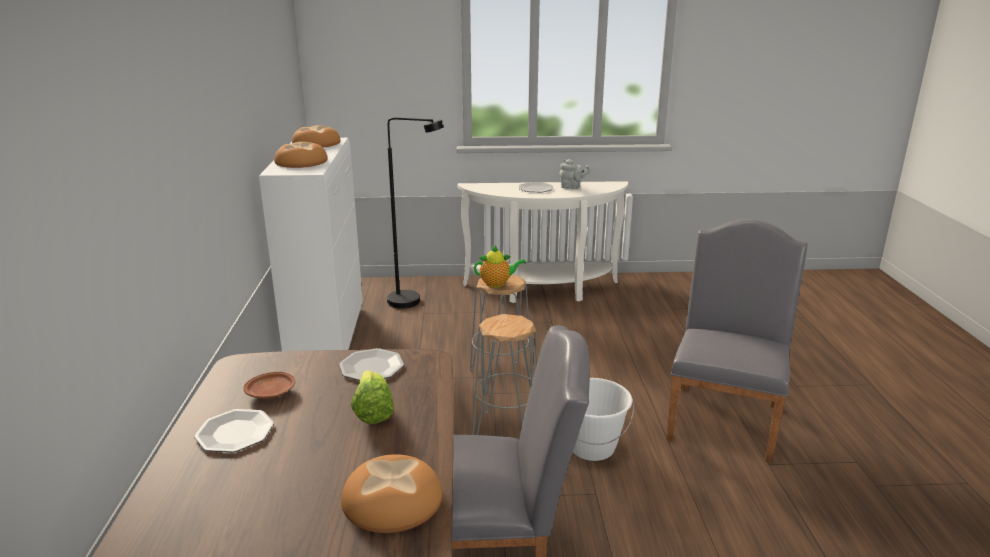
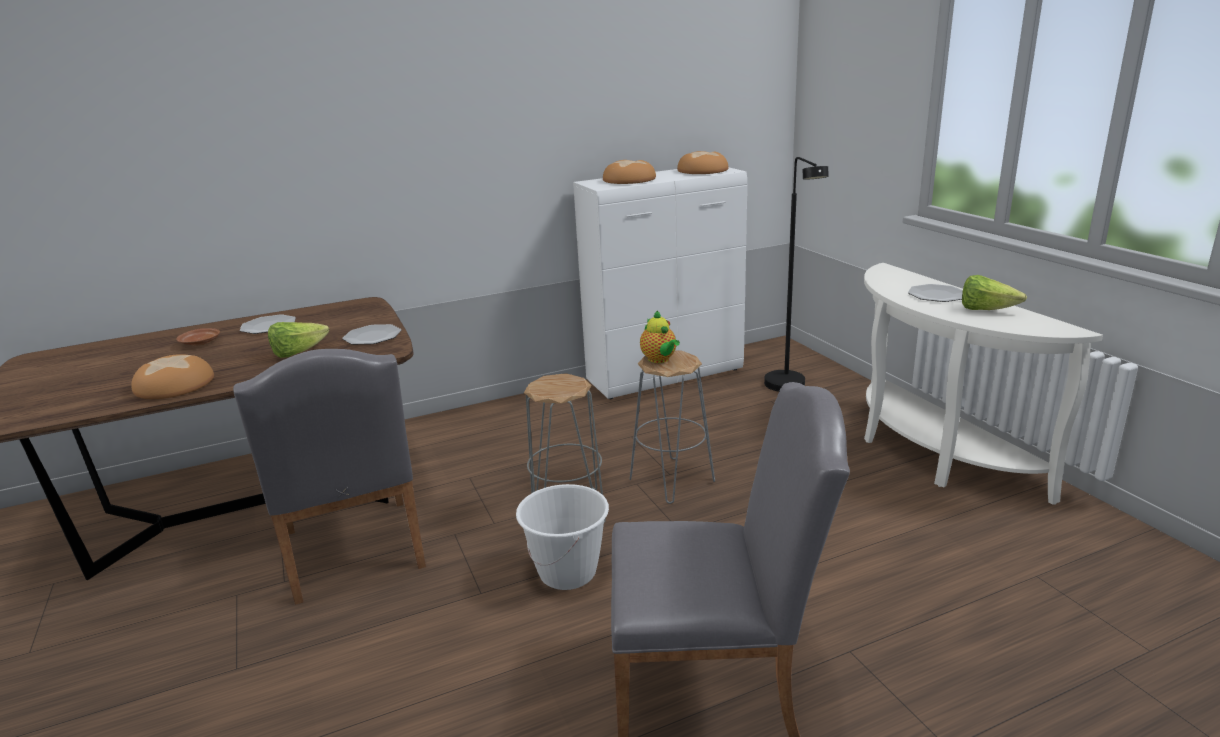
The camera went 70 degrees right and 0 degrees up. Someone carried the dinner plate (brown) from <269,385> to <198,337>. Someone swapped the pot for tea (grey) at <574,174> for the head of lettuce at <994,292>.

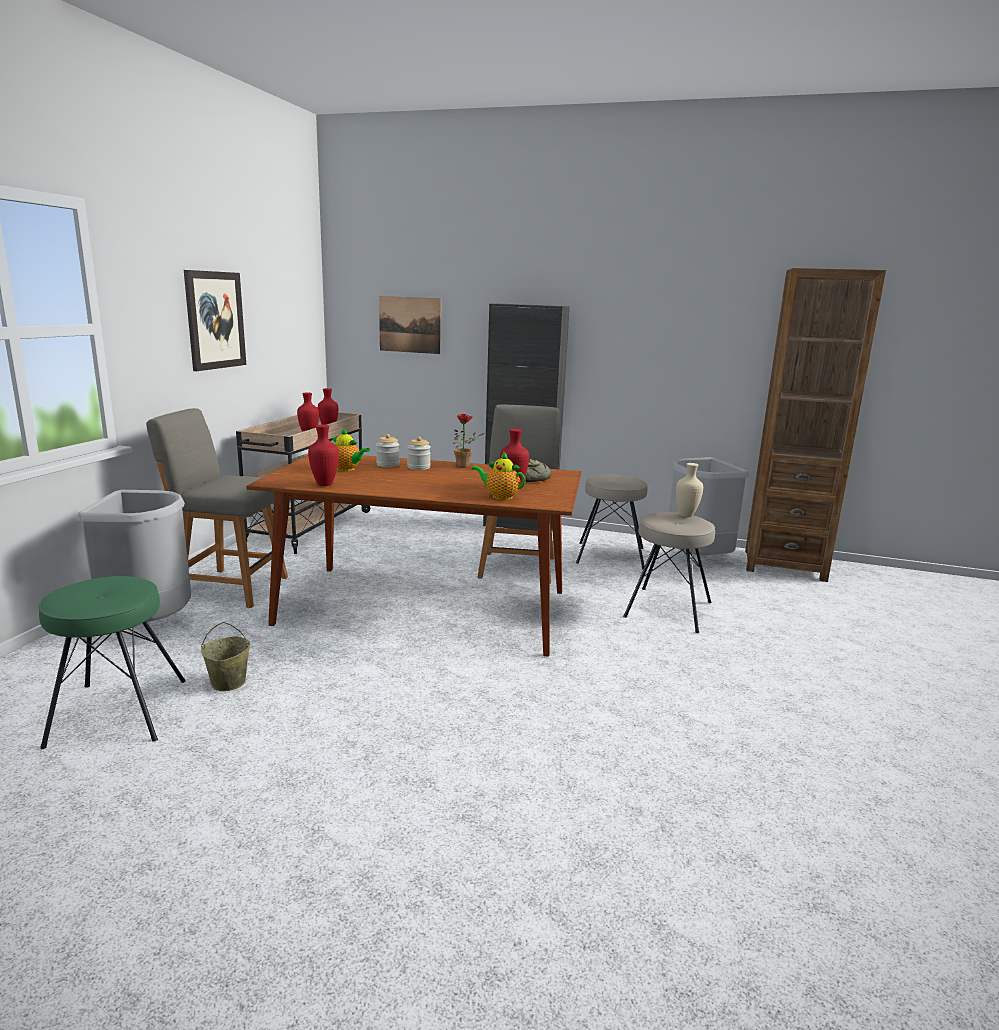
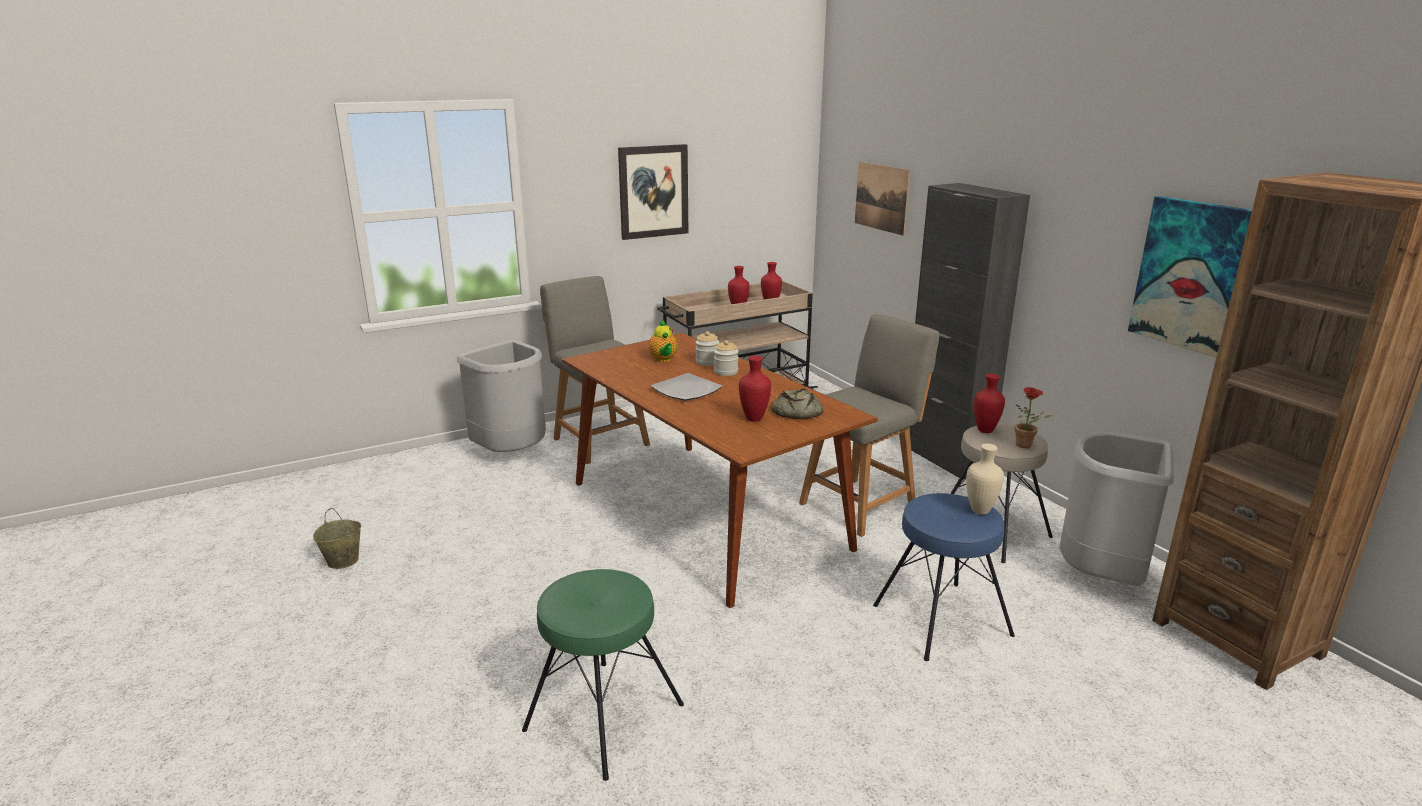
The camera went 45 degrees right and 5 degrees up. Someone took away the pot for tea at <498,475>. Someone put down the dinner plate at <687,387>. Someone put up the wall art at <1190,277>. Someone carried the sitting stool (green-coloured) from <112,662> to <603,675>. Someone carried the water bucket (beige-coloured) from <225,656> to <337,538>. Someone carried the decorative vase (reddish) from <323,455> to <989,403>. Someone carried the plant in a pot from <468,441> to <1033,417>. Someone repainted the sitting stool (beige-coloured) at <669,572>, which became the sitting stool (bluish) at <944,577>.

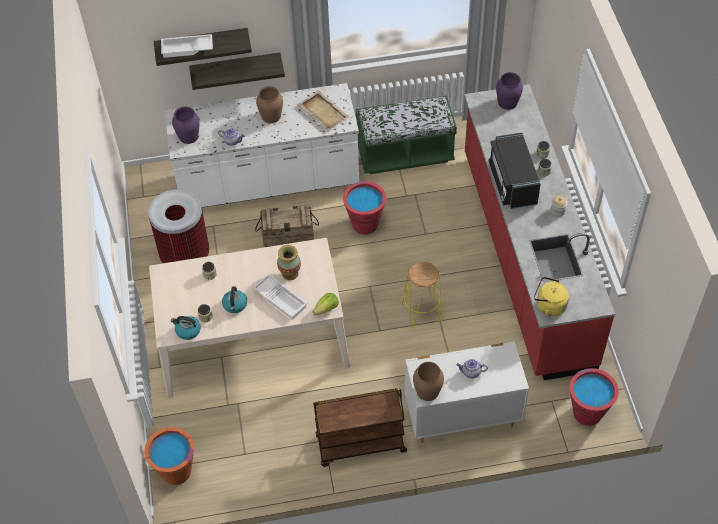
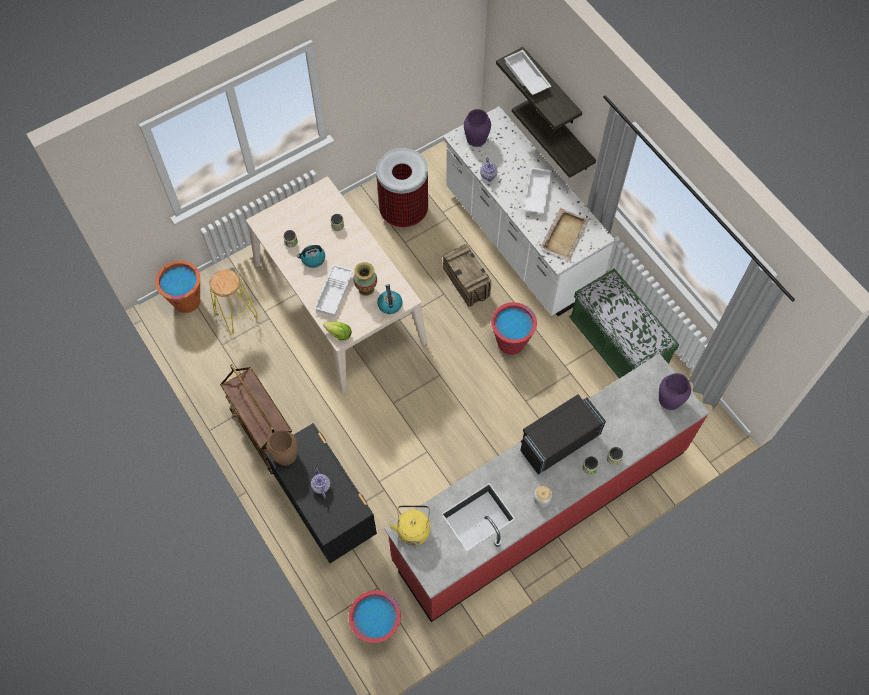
The camera went 65 degrees right and 10 degrees up. Someone carried the tea kettle from <186,328> to <389,299>. Someone carried the sitting stool (yellowish) from <422,296> to <233,302>. Someone swapped the decorative vase (brown) at <269,104> for the carrying tray (white-coloured) at <537,190>. Someone repainted the drawer chest (white-coloured) at <467,392>, which became the drawer chest (black-coloured) at <321,493>.

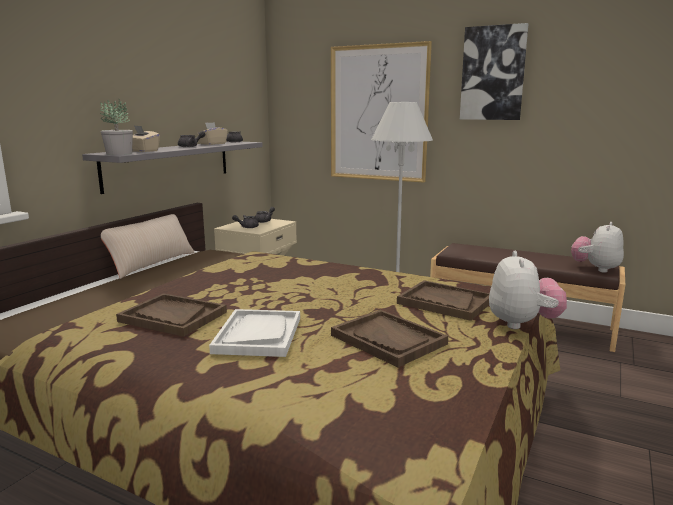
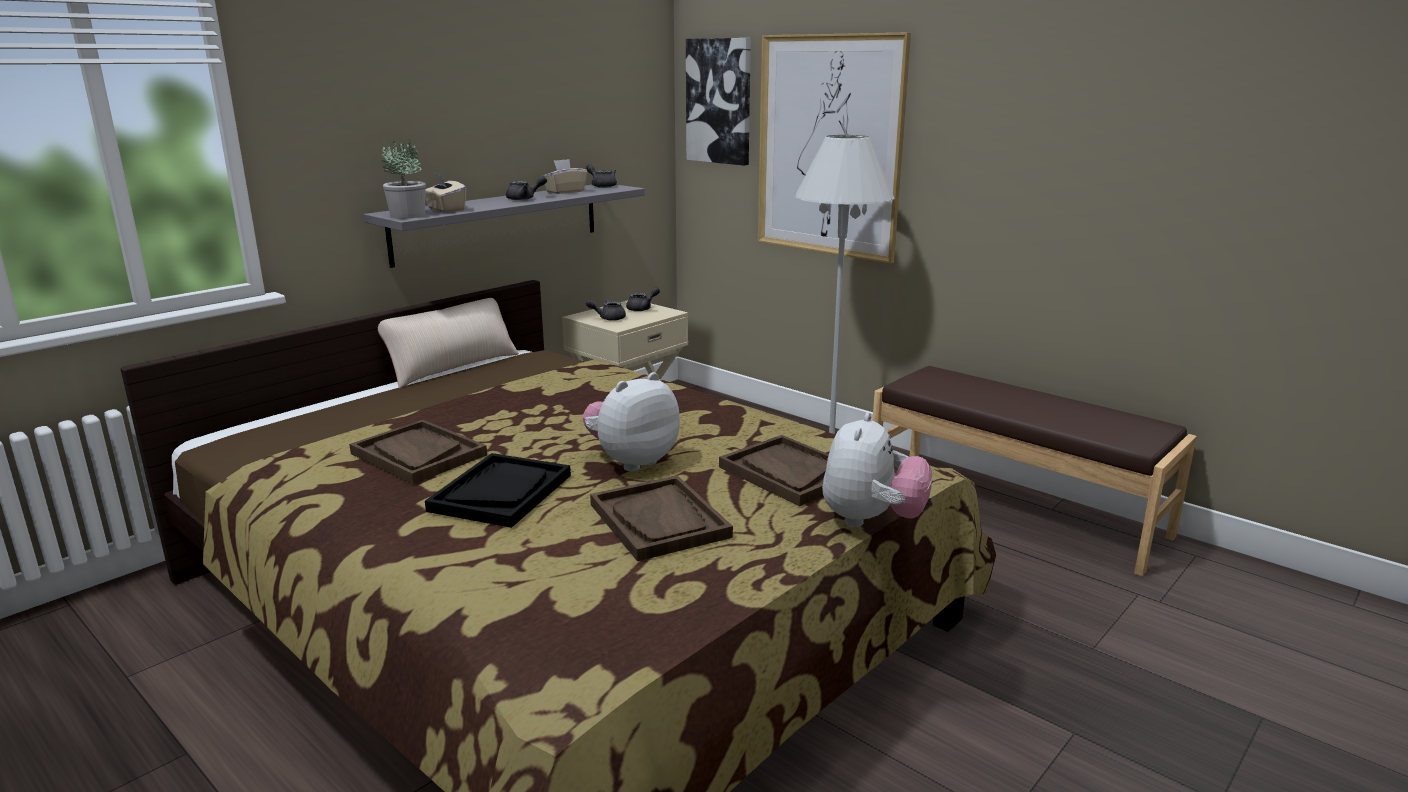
The camera went 15 degrees right and 5 degrees up. Someone carried the wall art from <494,71> to <718,101>. Someone carried the plush toy from <597,247> to <631,421>. Someone repainted the carrying tray (white-coloured) at <254,333>, which became the carrying tray (black-coloured) at <498,490>.

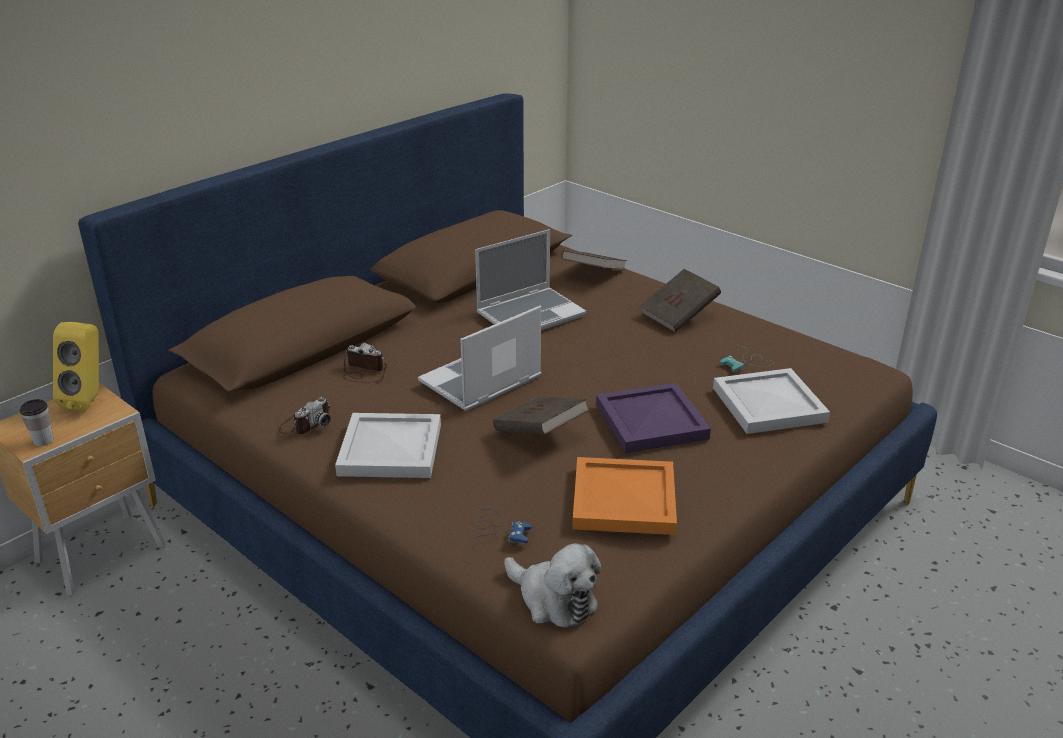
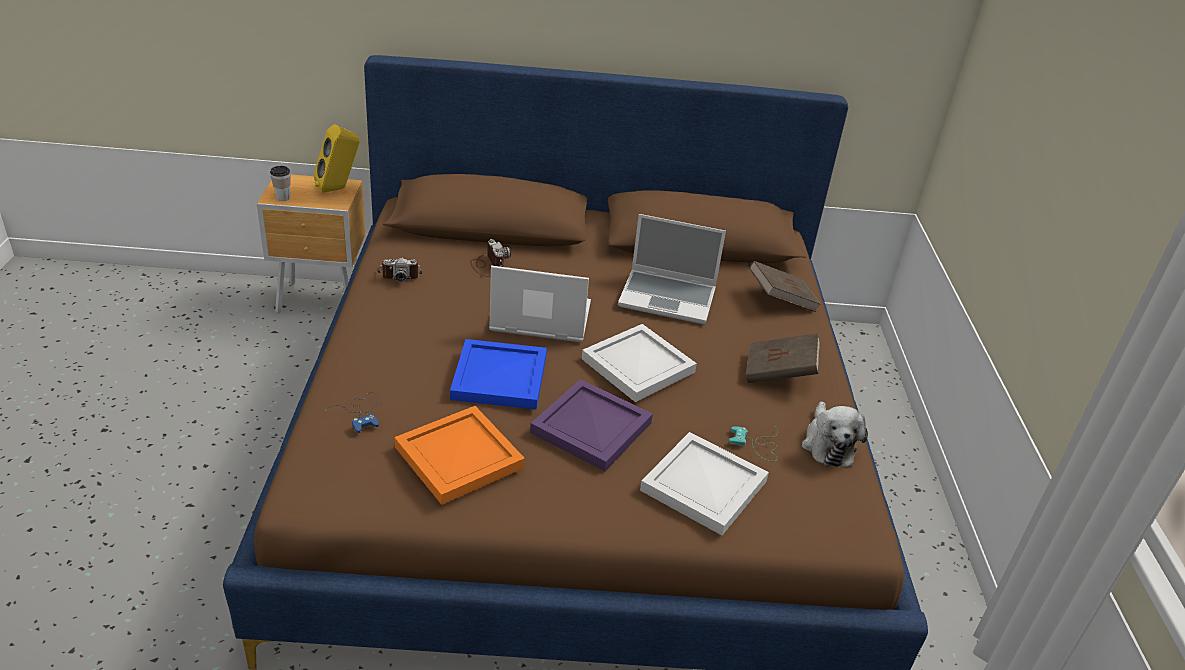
The camera went 45 degrees right and 5 degrees up. Someone carried the carrying tray (white-coloured) from <388,445> to <639,363>. Someone carried the plush toy from <553,585> to <834,434>. Someone swapped the bound book (brown) at <541,416> for the carrying tray (bluish) at <498,374>.

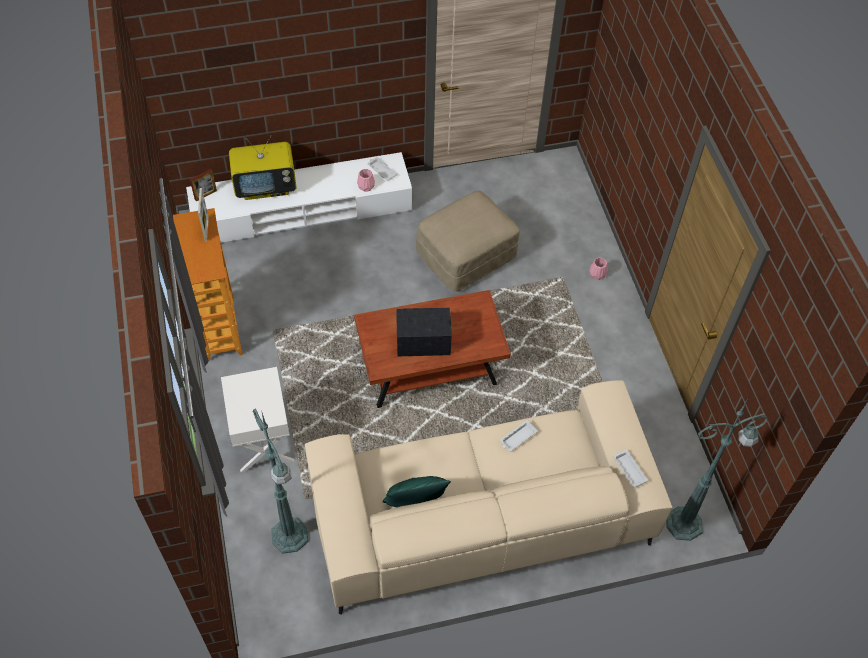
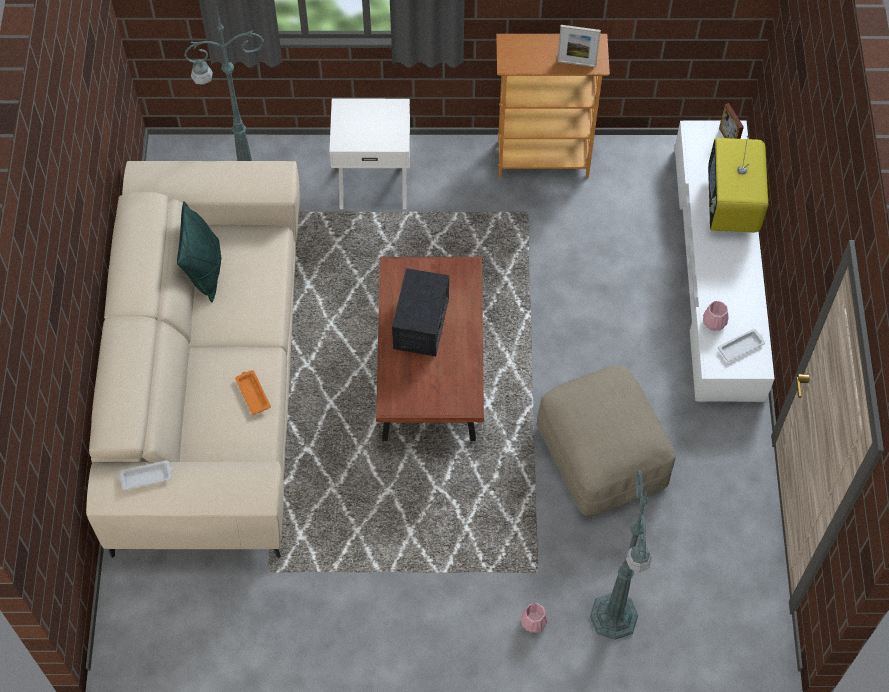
The camera went 105 degrees right and 5 degrees up. Someone carried the floor lamp (green-coloured) from <717,470> to <621,555>. Someone repainted the carrying tray (white-coloured) at <519,435>, which became the carrying tray (orangey) at <253,392>.

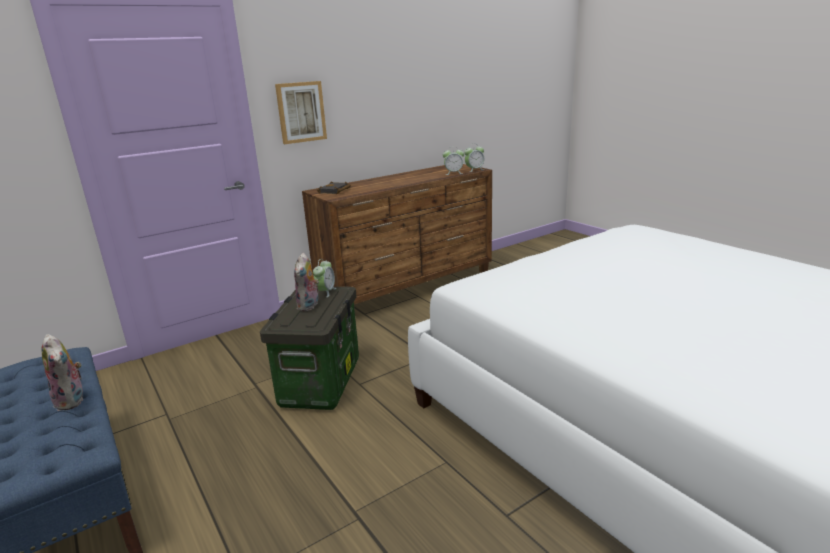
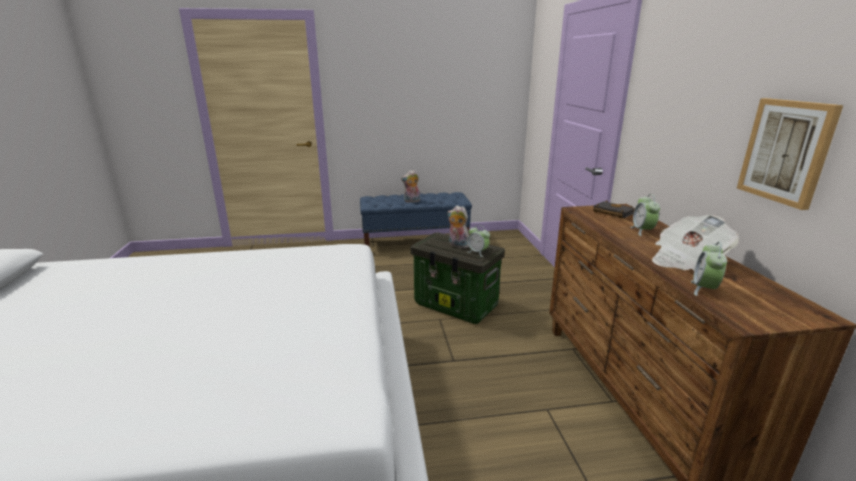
The camera went 115 degrees right and 0 degrees up. Someone put down the daily paper at <695,243>. Someone carried the wall art from <301,112> to <790,154>. Someone carried the alarm clock from <474,158> to <645,215>.

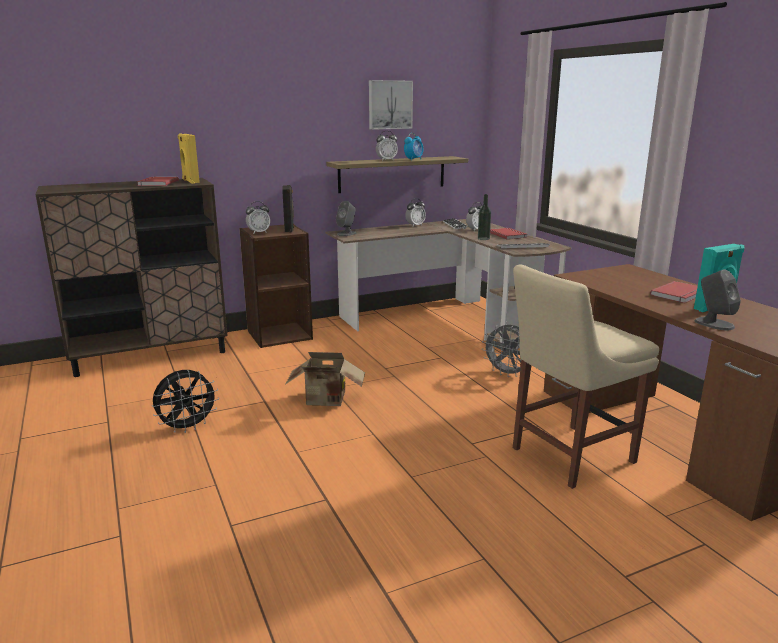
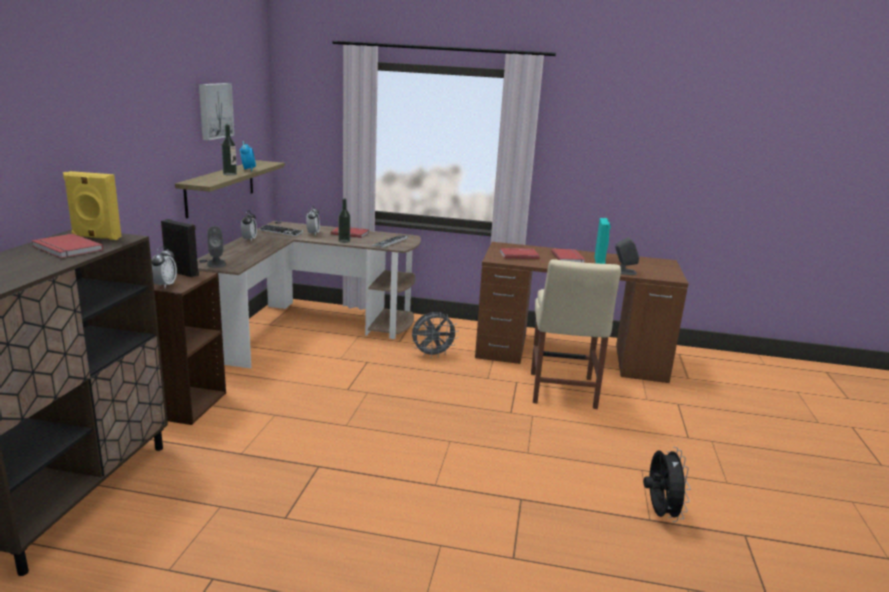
The camera went 55 degrees left and 0 degrees up. Someone took away the cardboard box at <325,379>. Someone put down the bound book (reddish) at <519,253>. Someone carried the fan (black-coloured) from <185,401> to <667,484>. Someone swapped the alarm clock at <387,146> for the beverage bottle at <229,150>.

